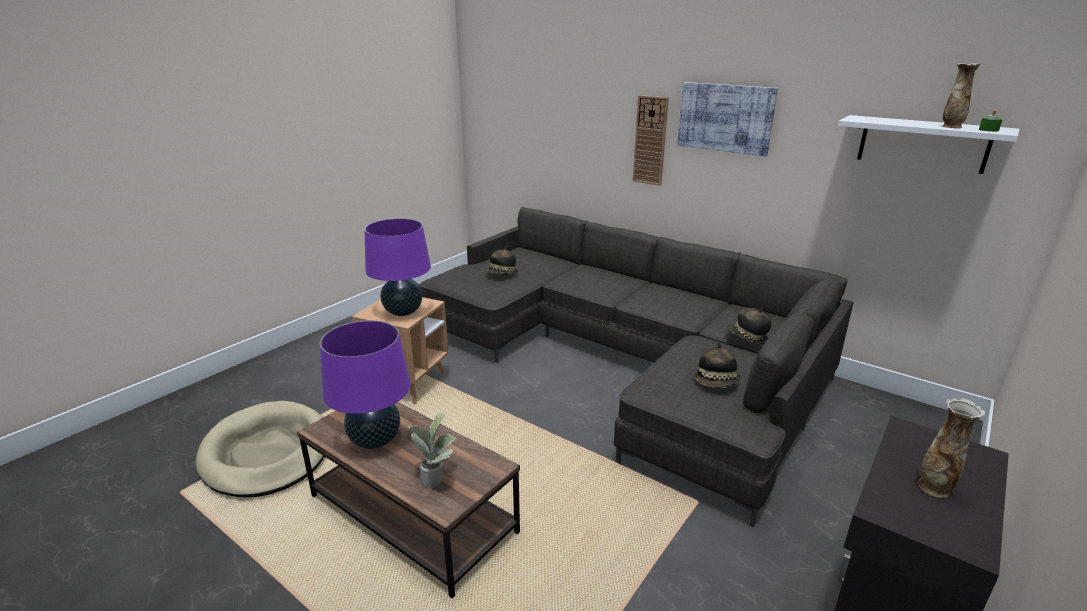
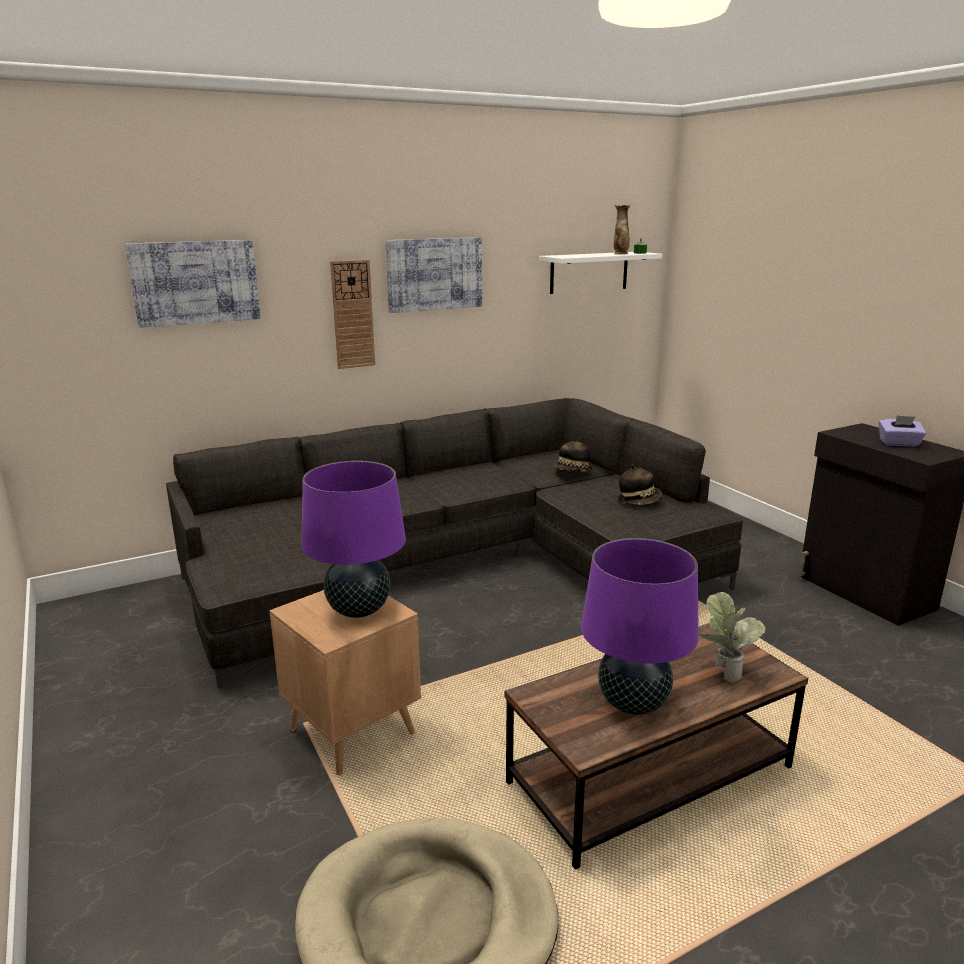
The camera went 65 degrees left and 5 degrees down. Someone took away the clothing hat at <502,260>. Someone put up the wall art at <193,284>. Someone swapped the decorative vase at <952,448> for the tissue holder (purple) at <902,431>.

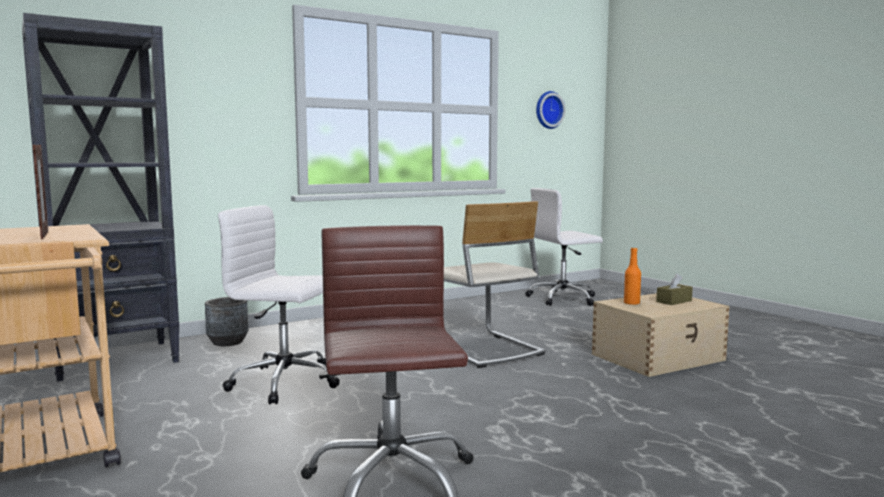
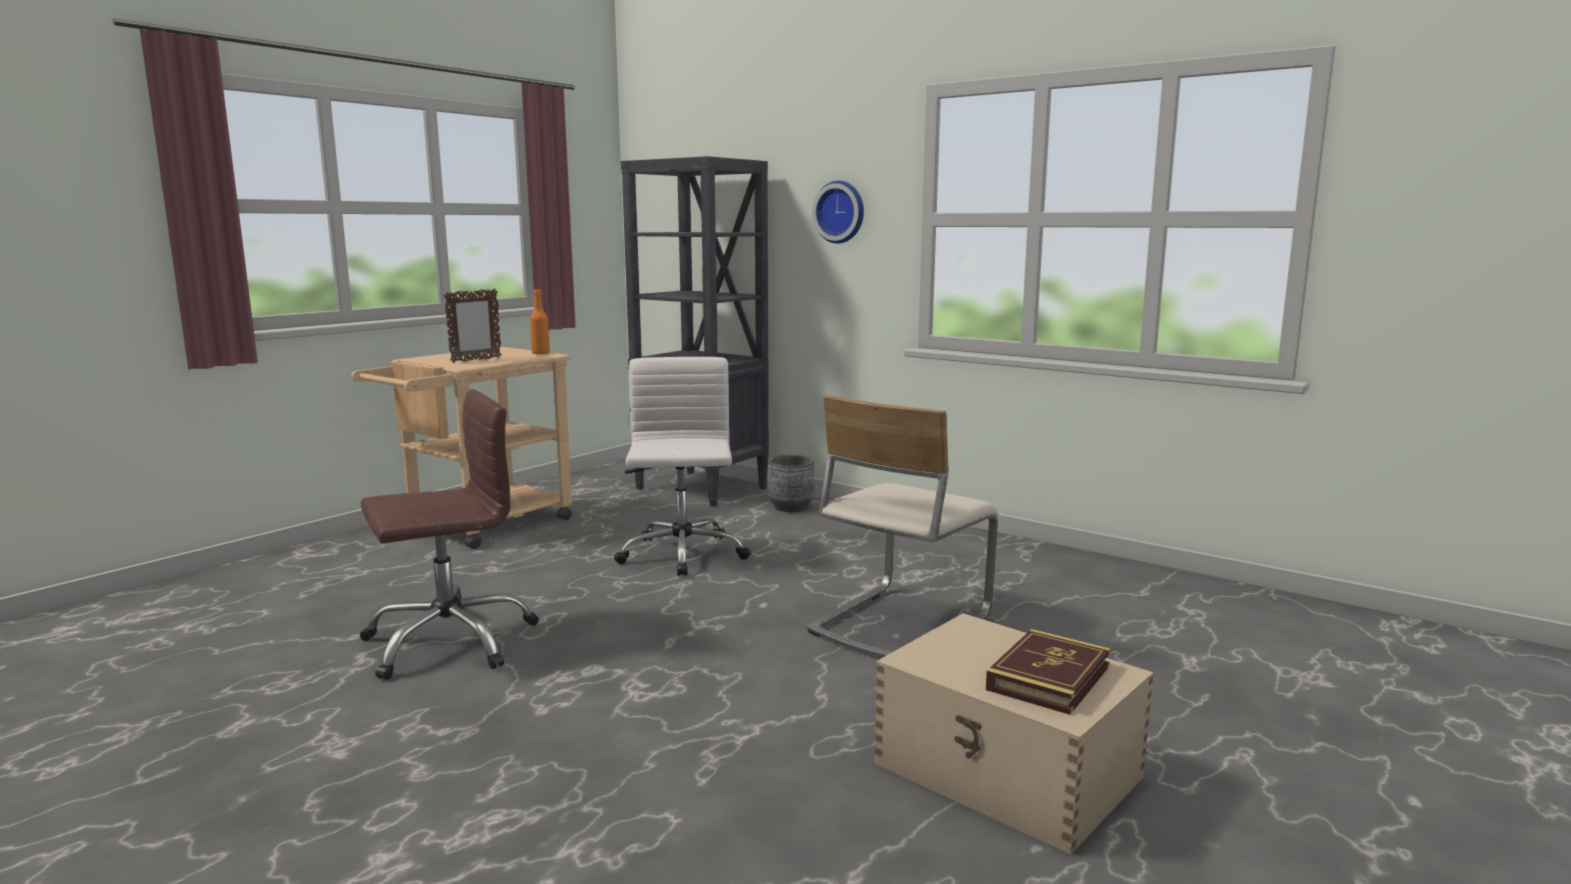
The camera went 70 degrees right and 5 degrees up. Someone took away the computer chair (white-coloured) at <564,247>. Someone carried the clock on the wall from <550,110> to <838,212>. Someone carried the beverage bottle (orangey) from <632,276> to <540,322>. Someone swapped the tissue holder (brown) at <674,289> for the bound book at <1048,672>.

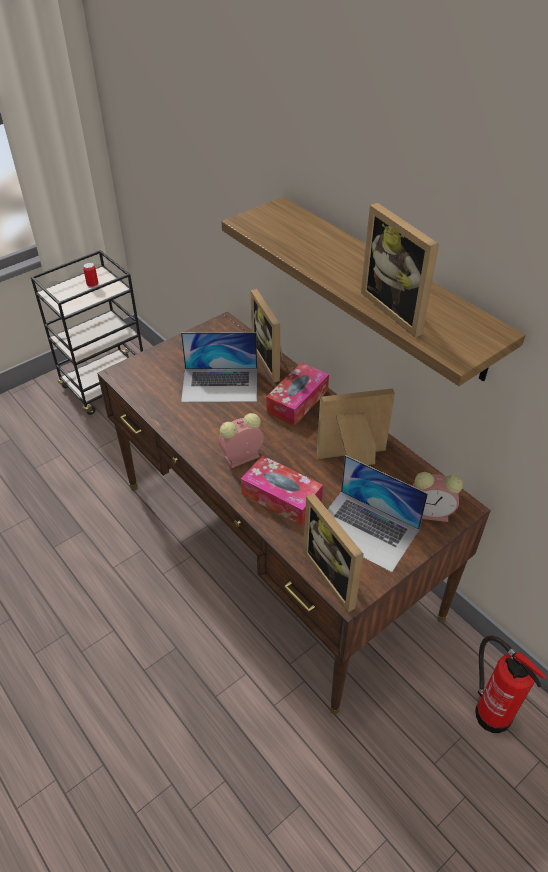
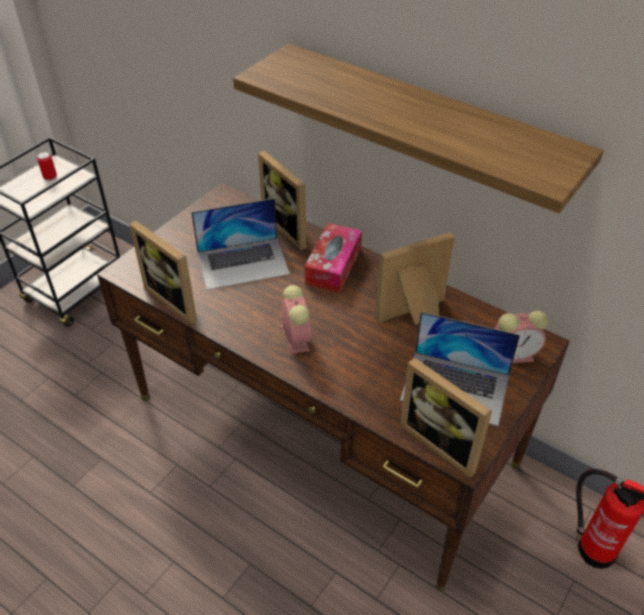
The camera went 15 degrees left and 0 degrees up. Someone took away the tissue holder at <282,490>. Someone carried the standing frame from <400,270> to <163,272>. Someone rotated the alarm clock at <241,440> by 120 degrees clockwise.

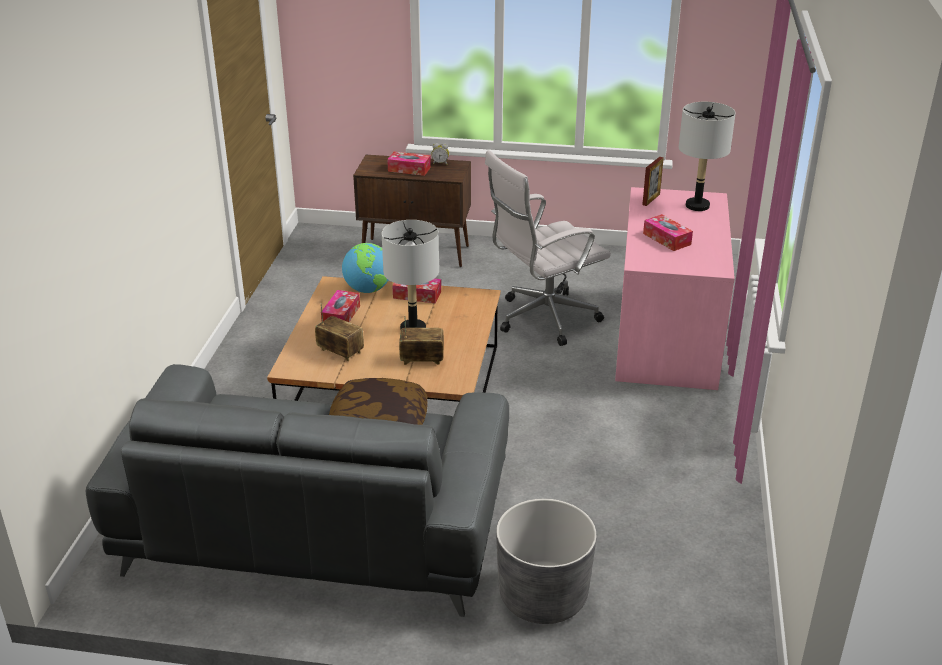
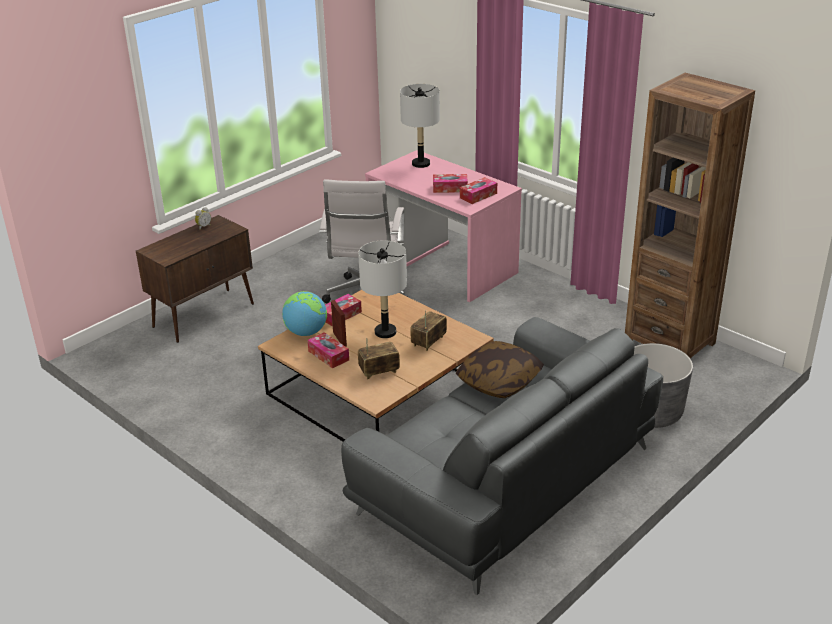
The camera went 55 degrees left and 0 degrees up. Someone put down the bookshelf (brown) at <690,215>. Someone carried the tissue holder from <409,164> to <478,190>. Someone carried the standing frame from <653,181> to <339,323>.

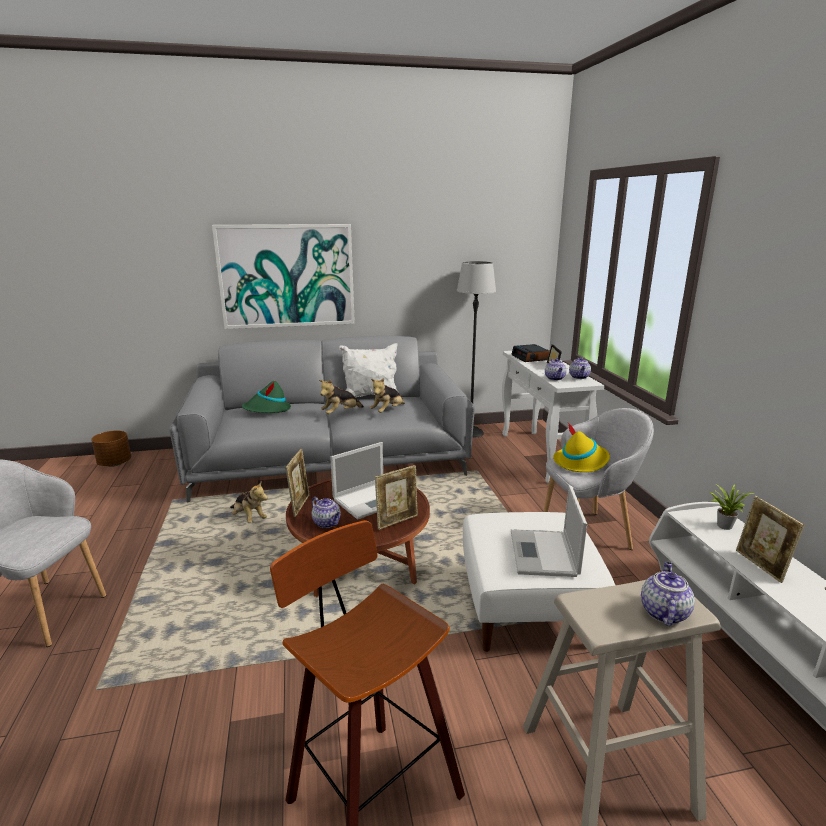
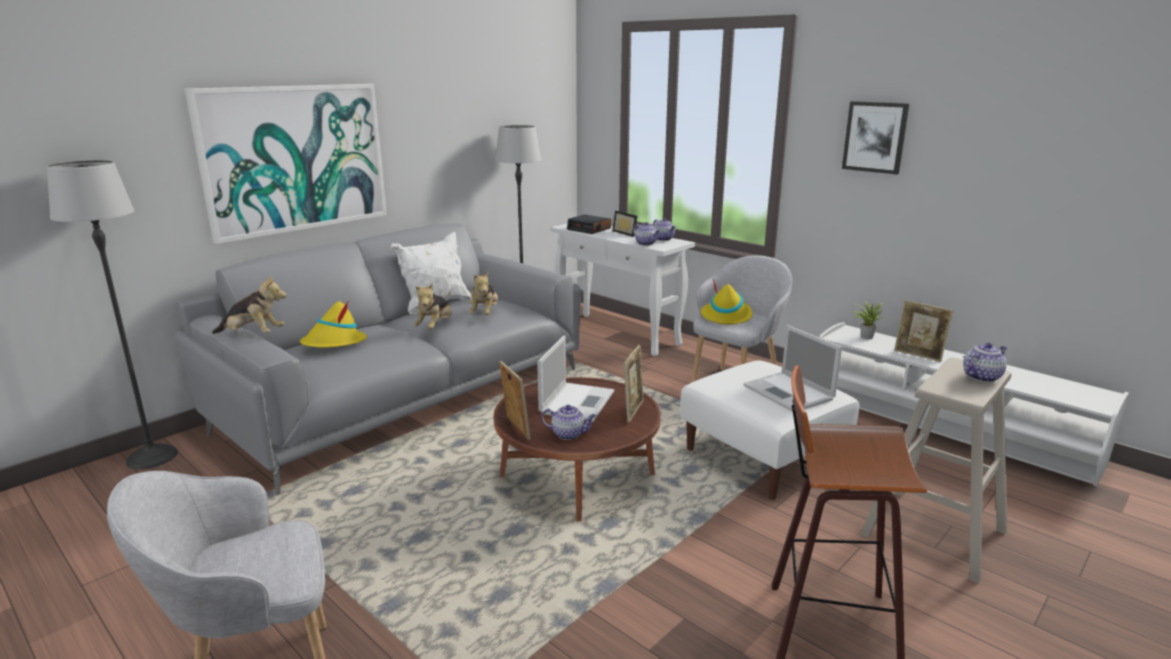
The camera went 35 degrees left and 0 degrees up. Someone took away the plant pot (brown) at <111,448>. Someone put down the floor lamp at <112,314>. Someone put up the wall art at <875,137>. Someone carried the plush toy from <249,502> to <249,304>. Someone repainted the clothing hat (green-coloured) at <266,397>, which became the clothing hat (yellowish) at <333,324>. Someone rotated the pot for tea at <668,594> by 75 degrees clockwise.

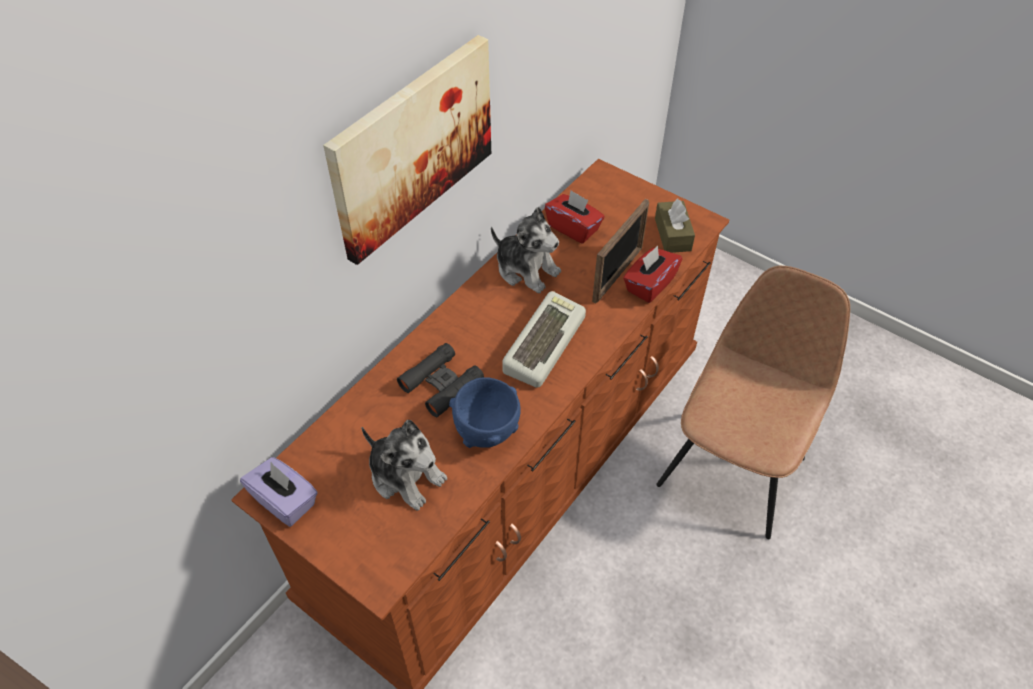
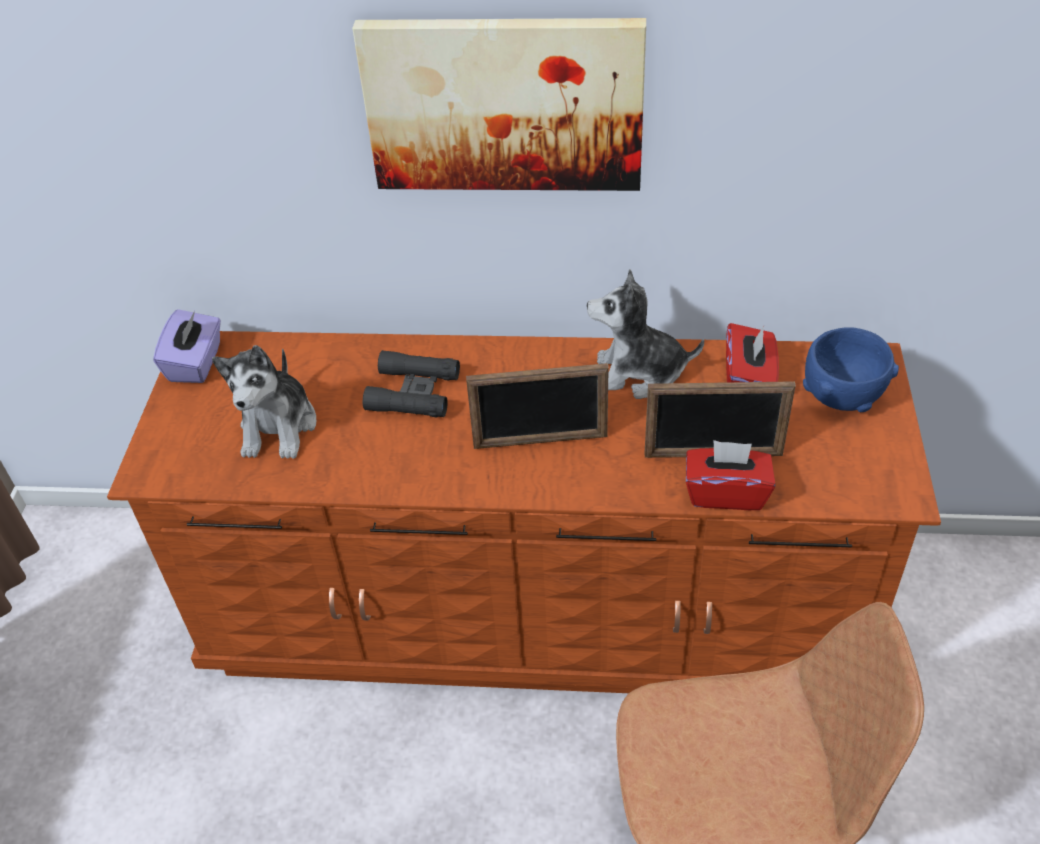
The camera went 60 degrees right and 5 degrees down. Someone took away the tissue holder (brown) at <675,225>. Someone carried the deep dish (bluish) from <485,412> to <851,369>. Someone swapped the computer keyboard at <544,339> for the standing frame at <537,406>. Someone rotated the plush toy at <526,250> by 90 degrees clockwise.

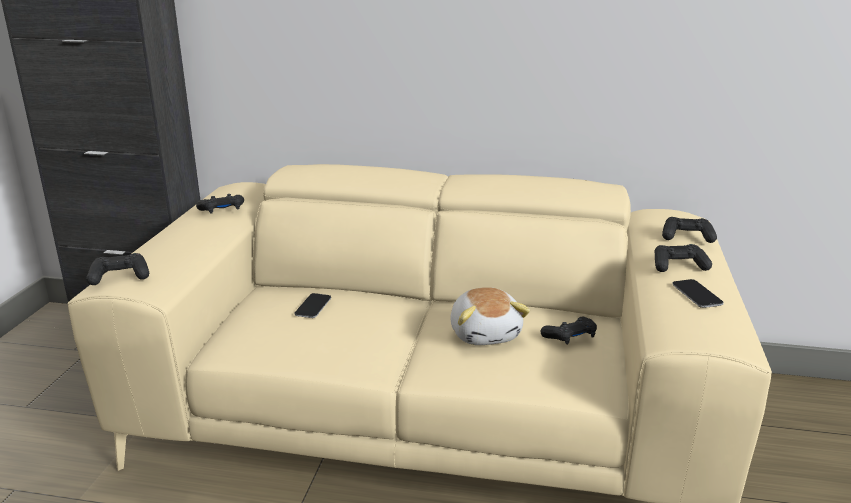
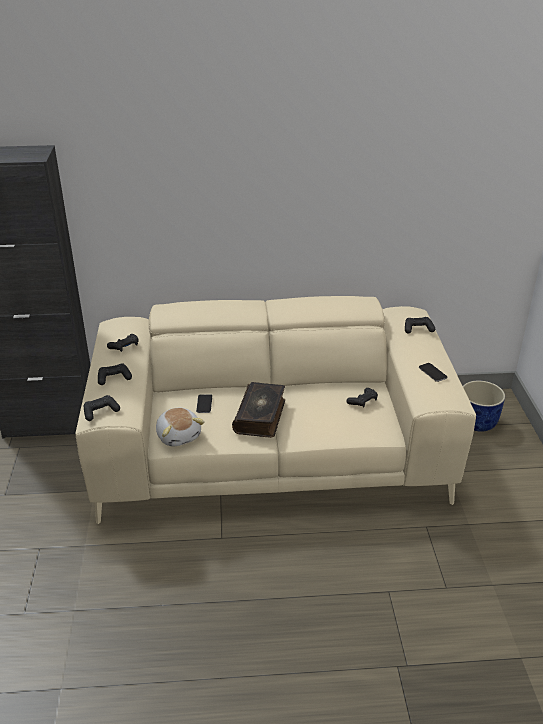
The camera went 15 degrees left and 10 degrees up. Someone put down the bound book at <258,410>. Someone put down the plant pot (bluish) at <484,406>. Someone carried the plush toy from <490,316> to <180,427>. Someone carried the game controller (black-coloured) from <683,258> to <115,374>.

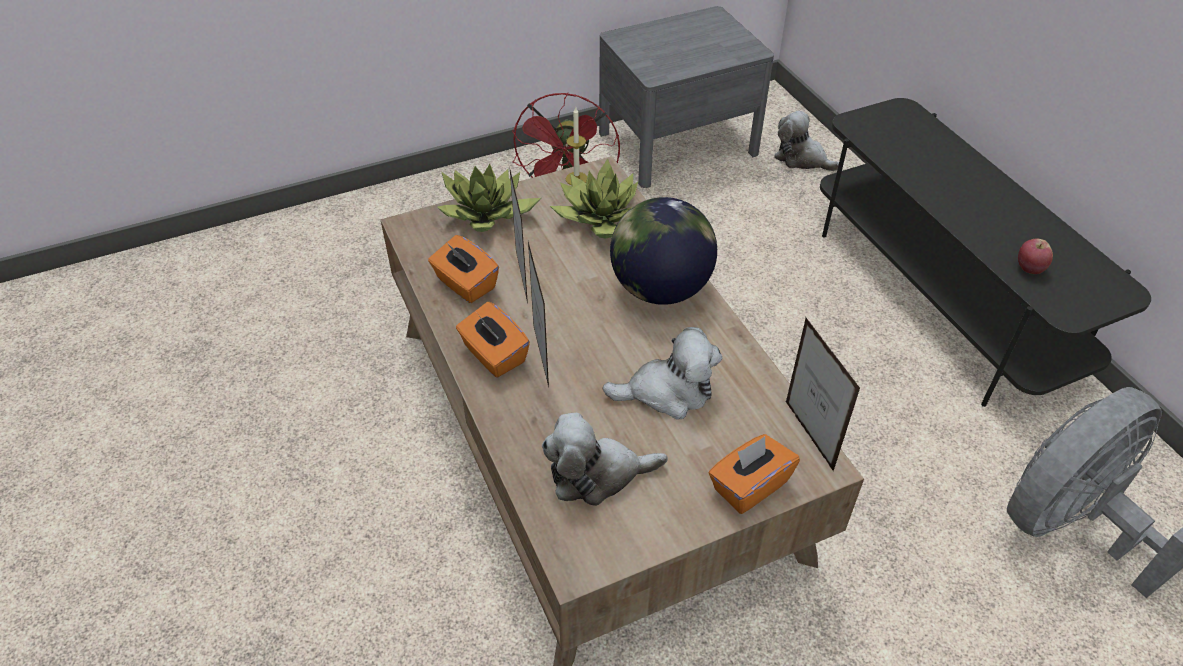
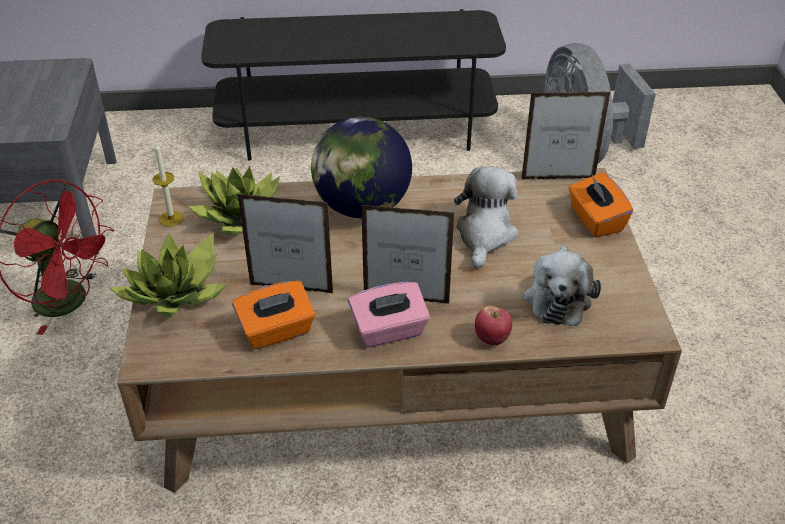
The camera went 70 degrees left and 5 degrees down. Someone took away the plush toy at <806,141>. Someone carried the apple fruit from <1035,256> to <493,325>. Someone repainted the tissue holder (orangey) at <493,340>, which became the tissue holder (pinkish) at <389,314>.

